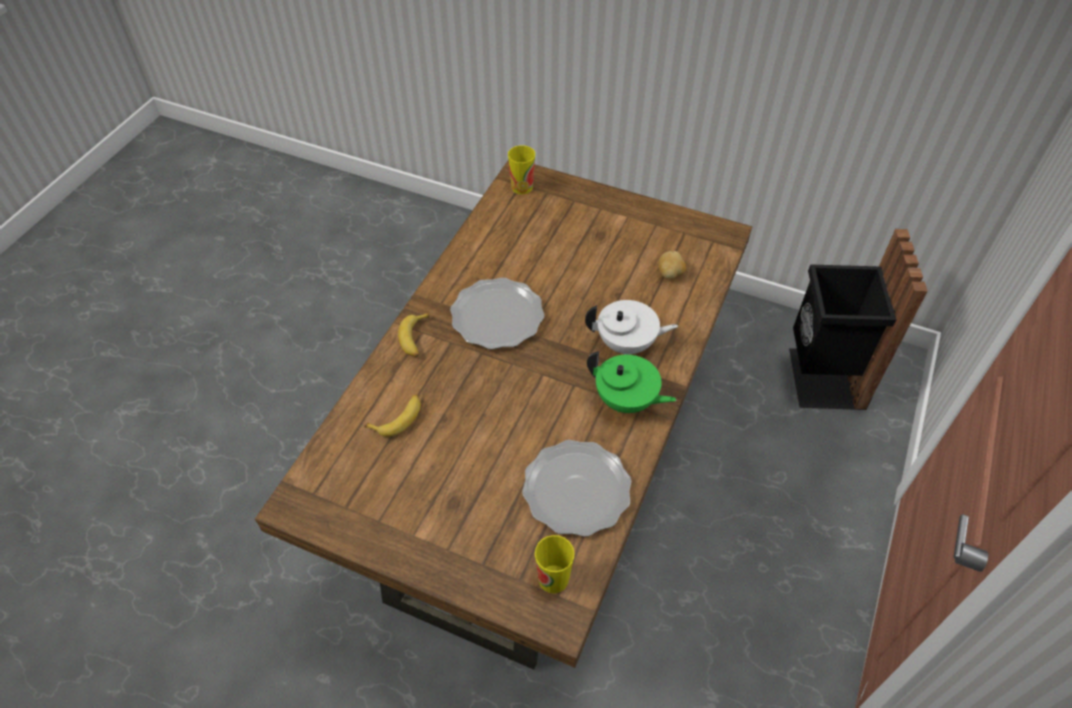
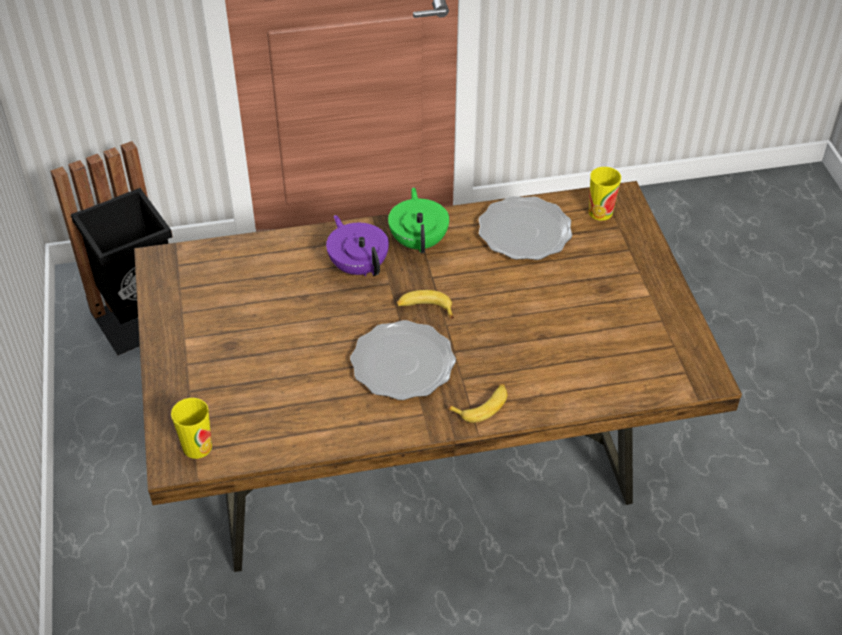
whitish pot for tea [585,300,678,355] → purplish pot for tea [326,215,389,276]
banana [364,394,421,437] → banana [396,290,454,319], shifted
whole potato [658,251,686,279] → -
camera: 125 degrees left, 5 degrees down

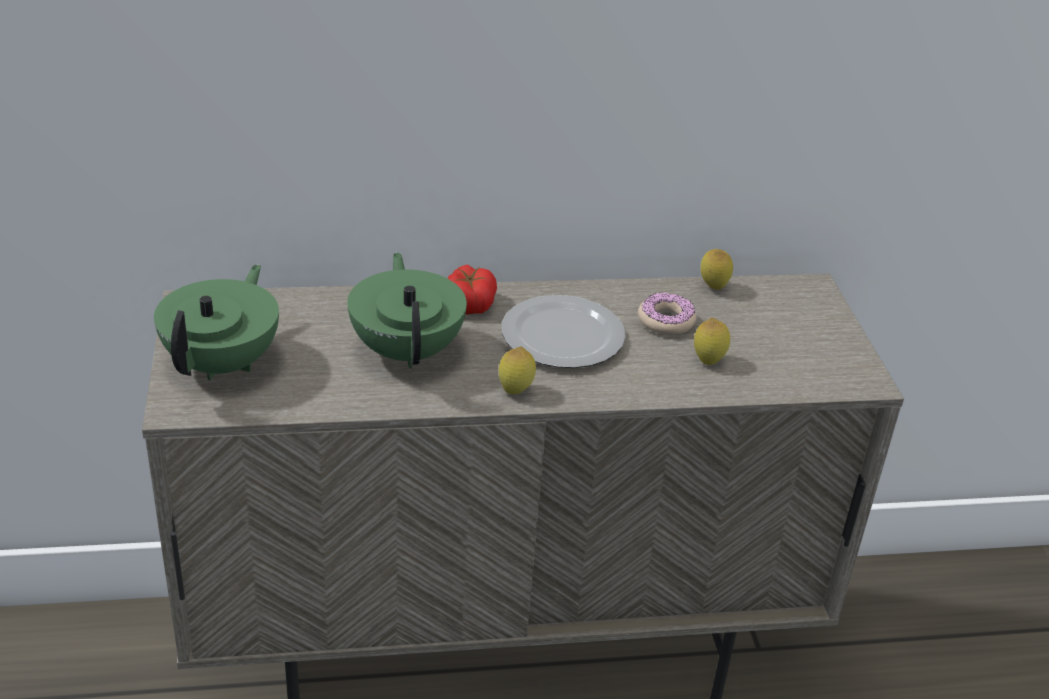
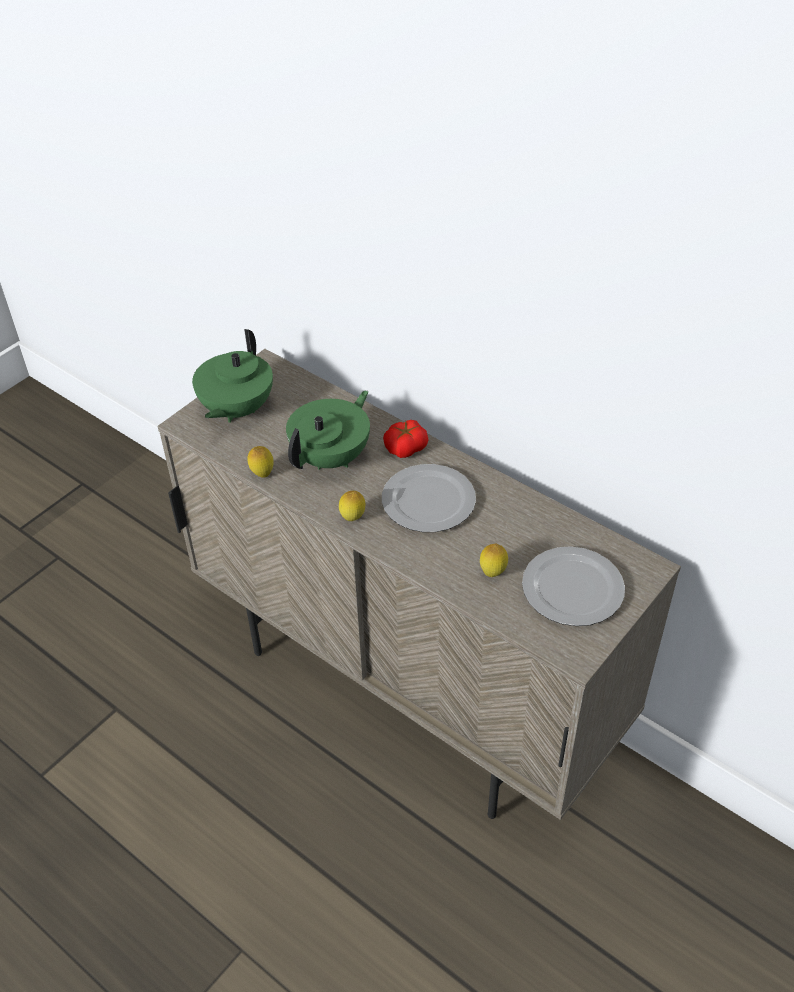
green-coloured pot for tea [154,264,279,380] → green-coloured pot for tea [192,329,273,423], 135 degrees clockwise
citrus fruit [700,249,733,290] → citrus fruit [247,446,274,478], shifted
- → flat dish [522,546,625,626]
donut [638,293,696,335] → -
camera: 50 degrees right, 10 degrees up

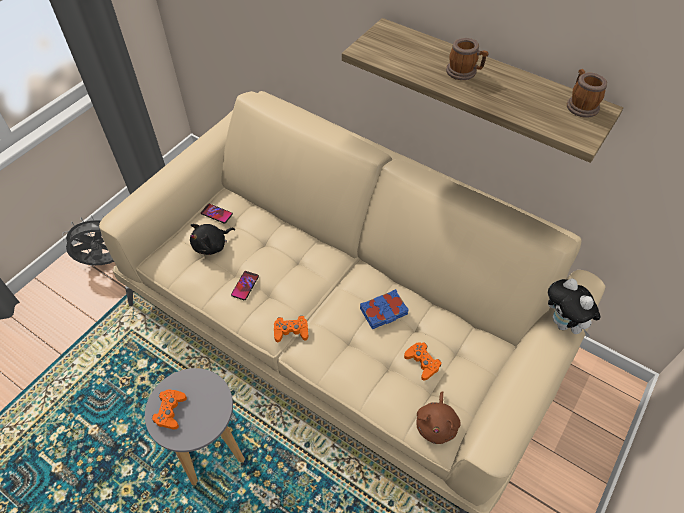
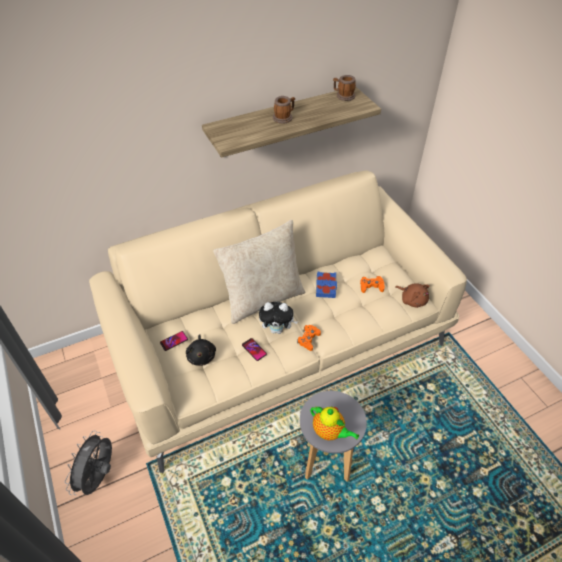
- → beige-coloured pillow [213,220,306,324]
soft toy [548,278,600,337] → soft toy [259,302,298,334], shifted
orange-coloured joypad [152,389,187,430] → pot for tea [310,406,359,440]
camera: 60 degrees left, 5 degrees down

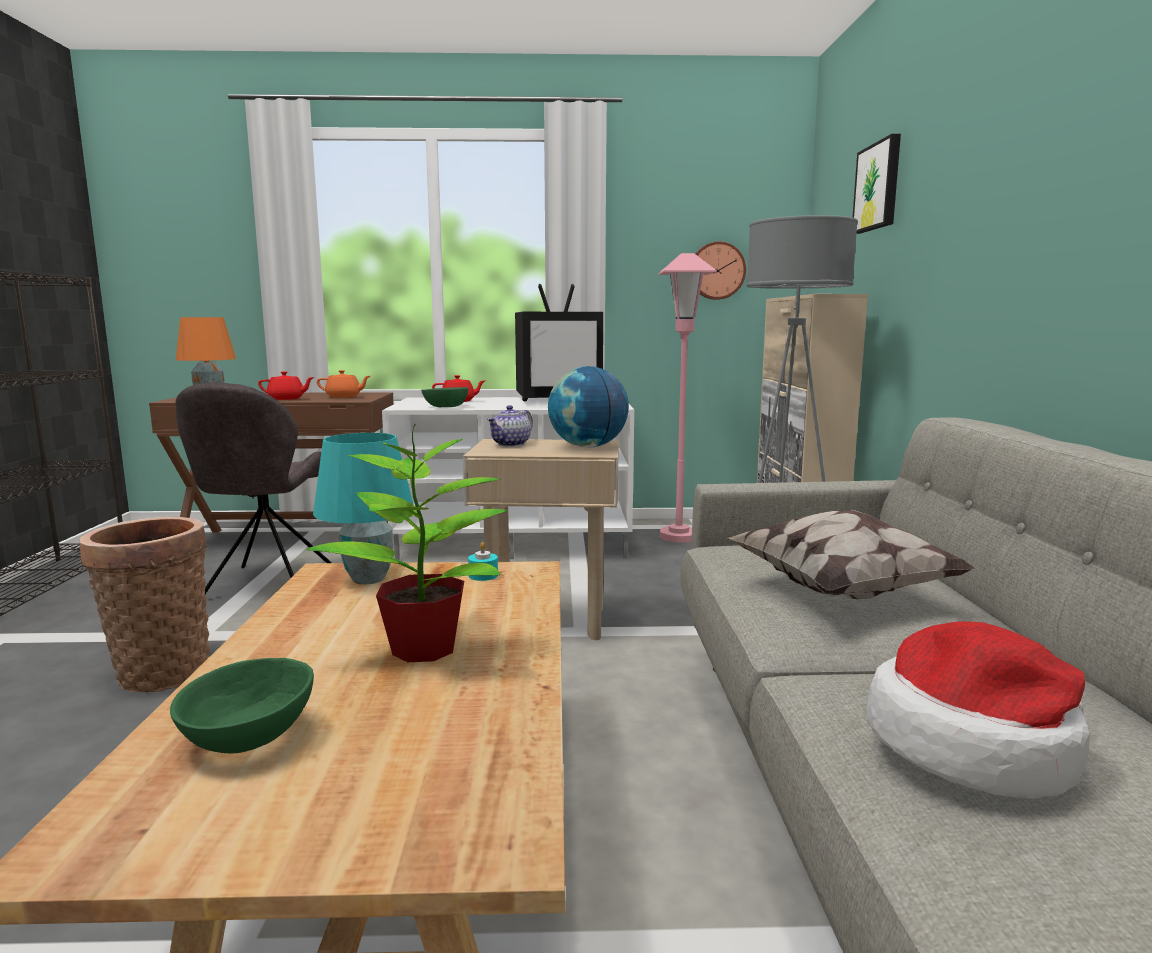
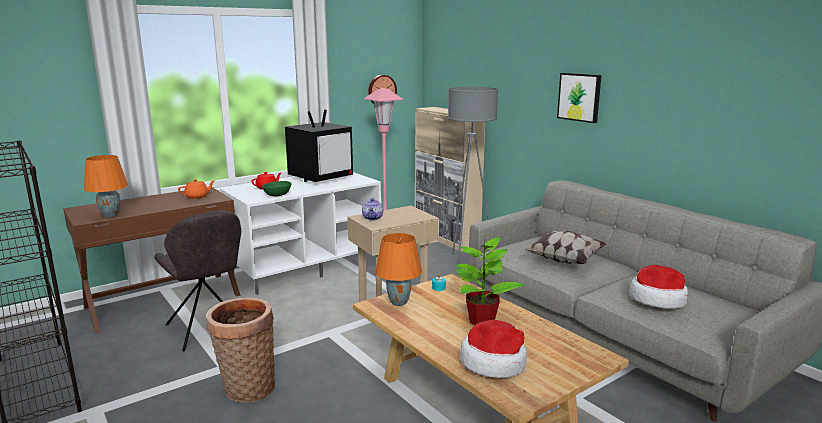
turquoise-coloured tabletop lamp [313,433,414,585] → orange-coloured tabletop lamp [376,233,422,306]
green-coloured serving bowl [170,658,314,753] → wearable hat [460,320,527,378]
wall art [852,134,901,234] → wall art [557,73,601,123], shifted
reddish pot for tea [258,371,315,400] → -
desk globe [548,366,629,448] → -
camera: 35 degrees left, 5 degrees up

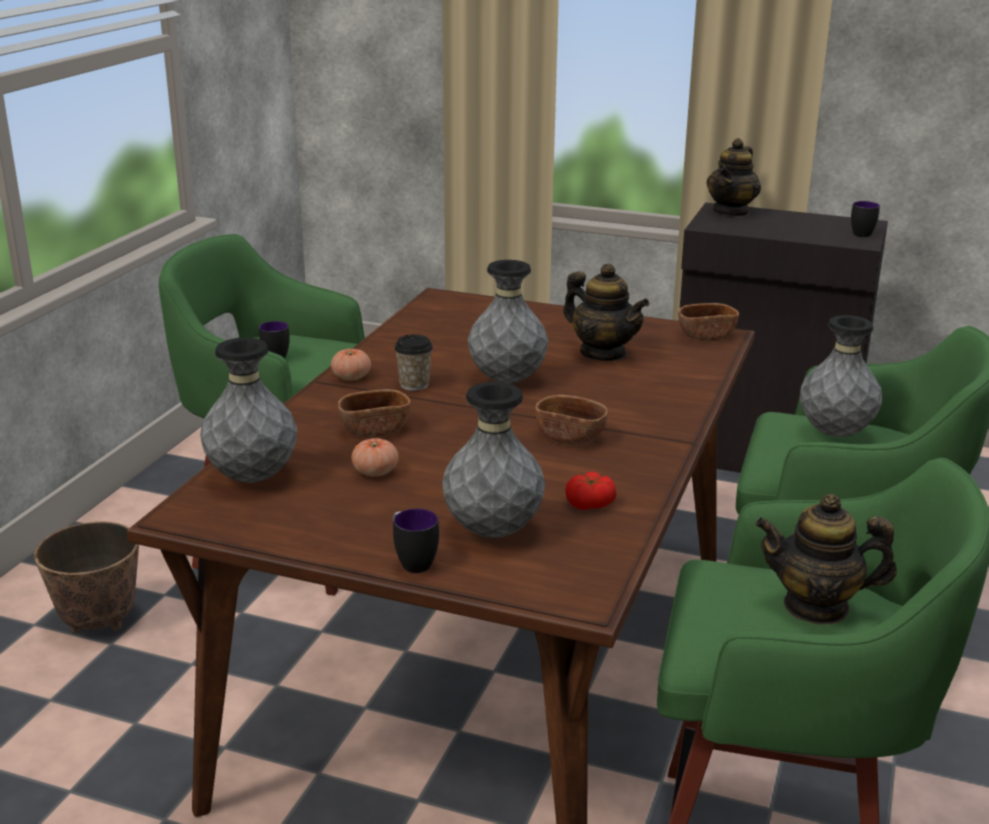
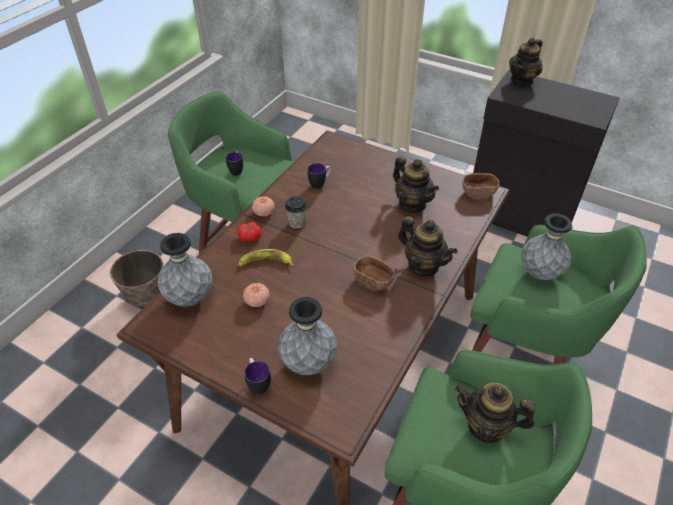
fresh tomato [565,472,616,510] → fresh tomato [237,222,261,242], shifted
brown-coloured serving bowl [338,389,411,437] → banana [238,249,294,267]
mug [851,201,880,237] → mug [308,163,331,189], shifted
- → pot for tea [398,216,457,276]
grey flower vase [468,260,548,383] → -
camera: 10 degrees right, 20 degrees up

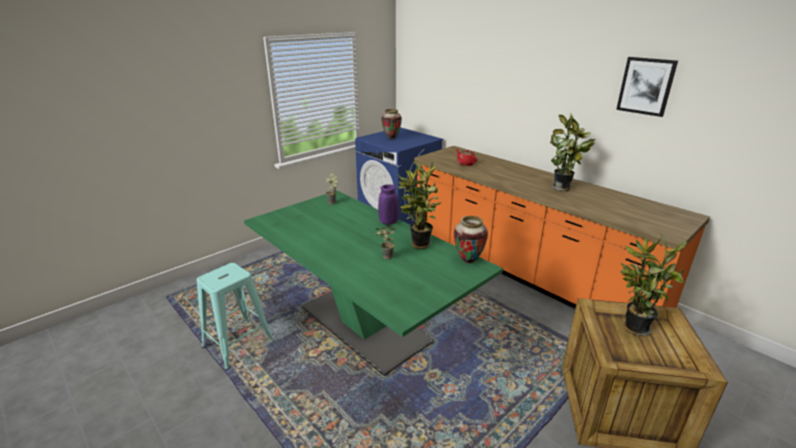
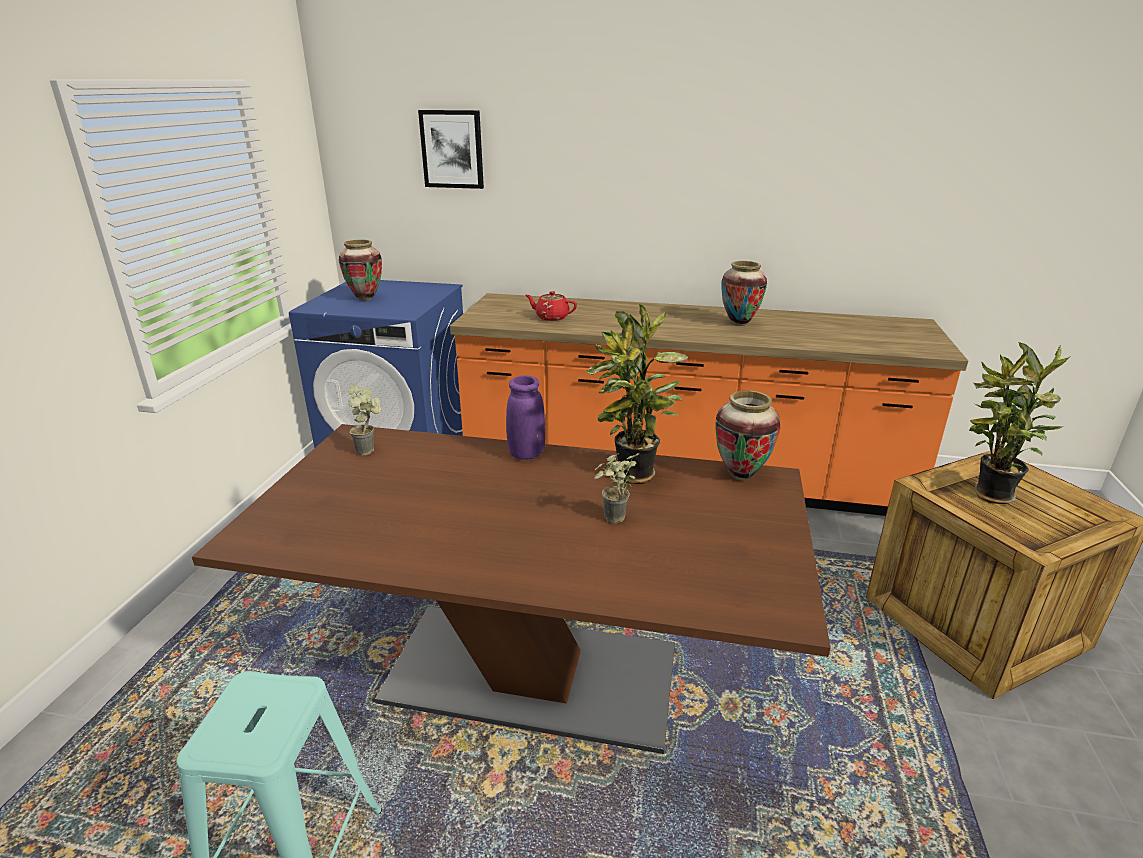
green-coloured dinner table [244,191,503,376] → brown-coloured dinner table [192,424,831,754]
wall art [616,57,678,117] → wall art [418,110,484,189], shifted
potted plant [550,114,595,191] → flower vase [721,261,767,326]
camera: 35 degrees left, 0 degrees up

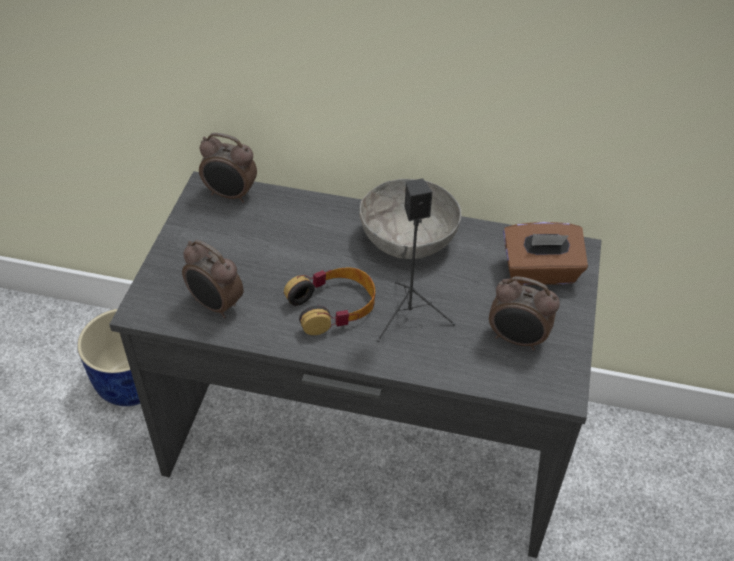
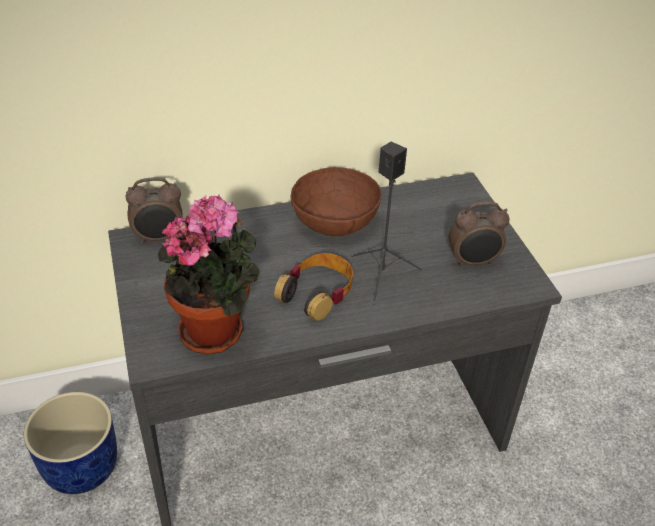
alarm clock [182,240,243,318] → potted plant [158,194,260,354]
grey serving bowl [359,179,461,259] → brown-coloured serving bowl [290,167,381,236]
brown-coloured tissue box [503,222,588,285] → -
camera: 30 degrees left, 5 degrees down

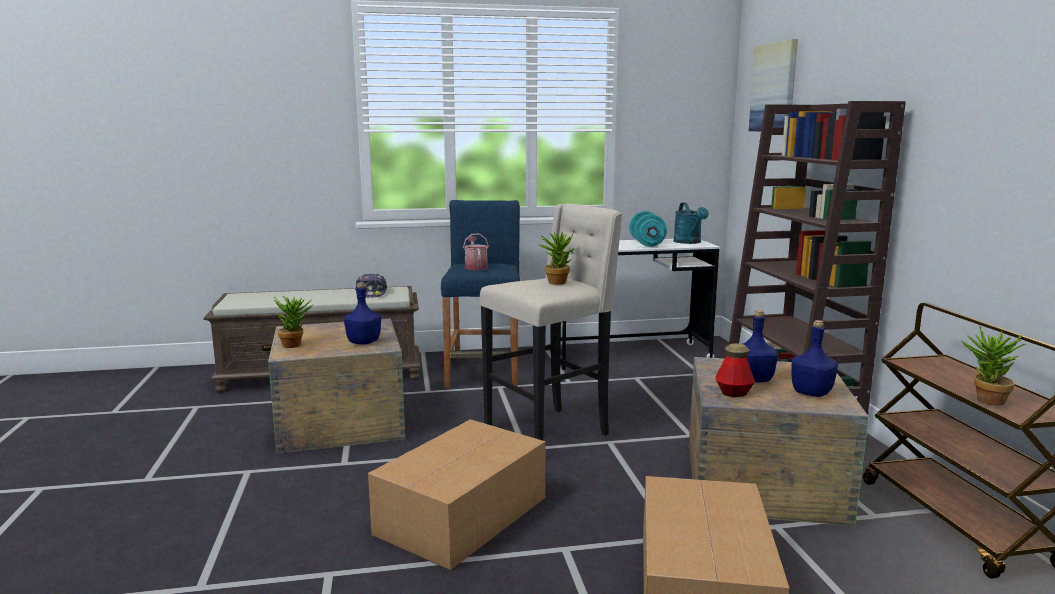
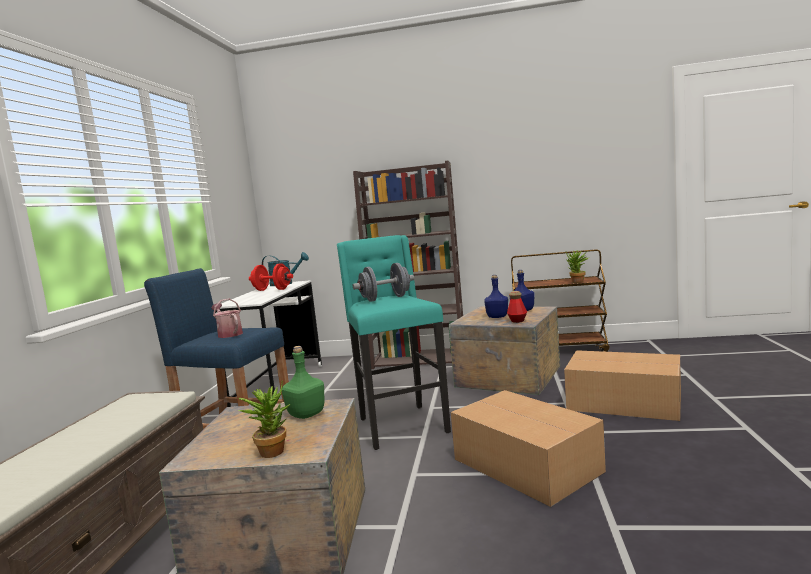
sprinkling can [463,234,489,270] → sprinkling can [211,298,243,338], 45 degrees clockwise
turquoise-coloured free weight [629,211,667,247] → reddish free weight [249,263,293,291]
bluish drink bottle [344,282,381,345] → green-coloured drink bottle [282,346,324,419]
beige-coloured stool [480,203,622,440] → turquoise-coloured stool [337,235,451,450]
potted plant [538,230,575,285] → grey free weight [353,263,414,302]
peaked cap [355,273,387,297] → -
wall art [749,39,798,132] → -
camera: 70 degrees left, 5 degrees down

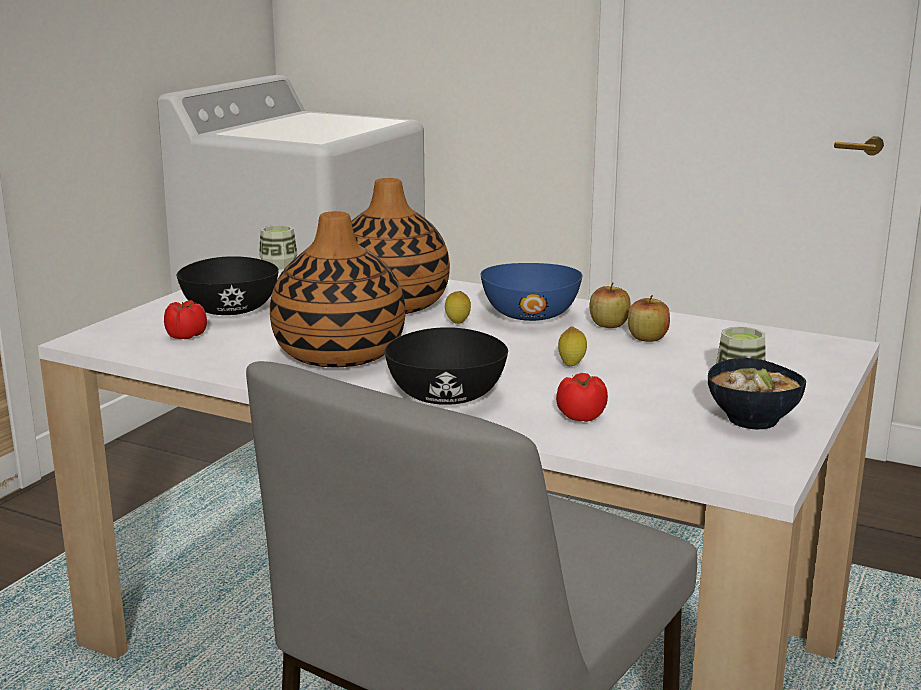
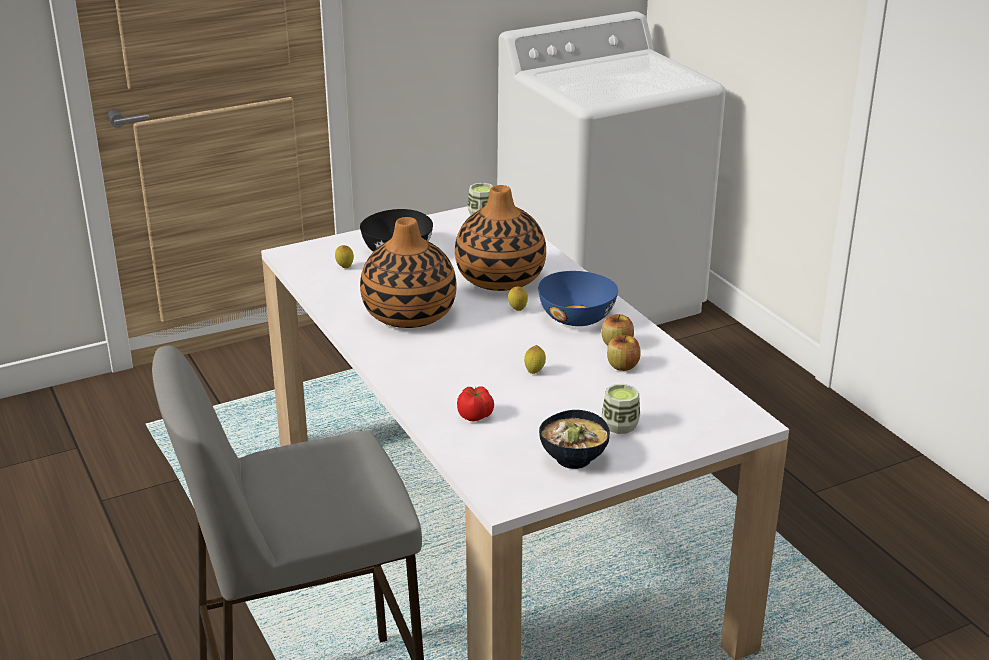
fresh tomato [164,300,207,339] → citrus fruit [335,245,354,268]
black serving bowl [384,327,508,405] → -
camera: 35 degrees right, 10 degrees up

